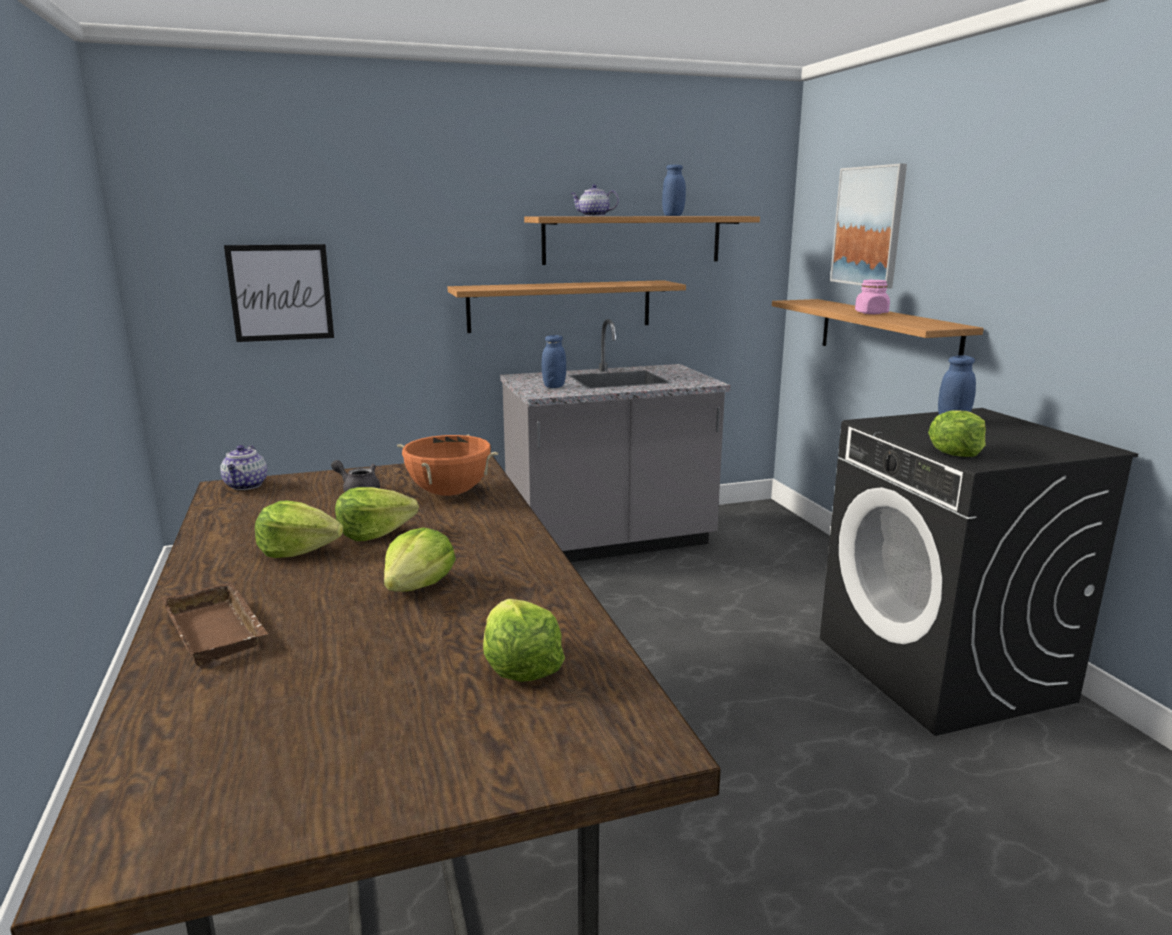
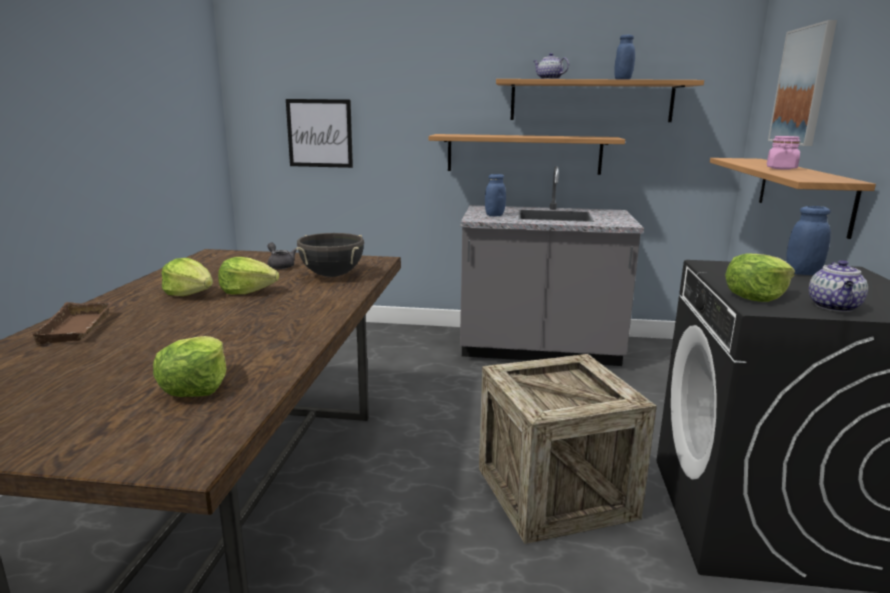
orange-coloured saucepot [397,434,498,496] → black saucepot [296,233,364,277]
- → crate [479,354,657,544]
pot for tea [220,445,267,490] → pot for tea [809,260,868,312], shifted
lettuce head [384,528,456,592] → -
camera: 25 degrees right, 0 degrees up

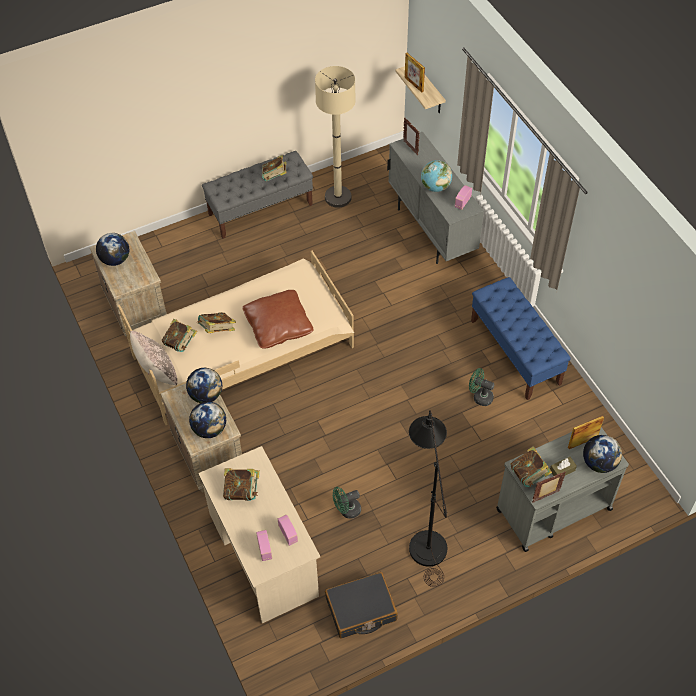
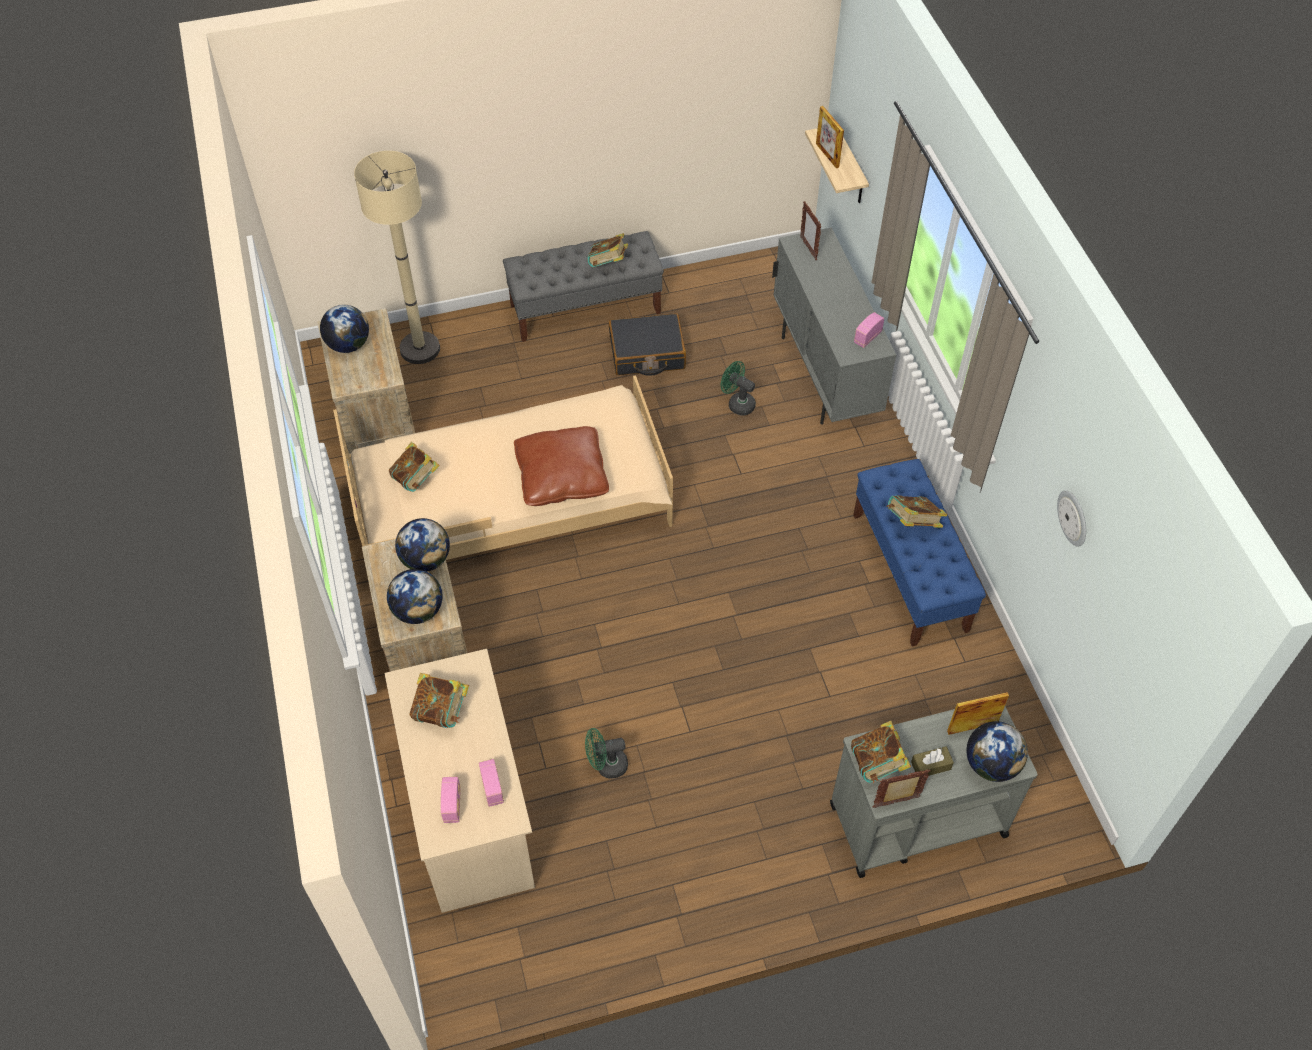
beige-coloured floor lamp [315,66,356,208] → beige-coloured floor lamp [354,151,440,364], shifted
black travel case [325,572,398,638] → black travel case [609,313,686,376], shifted
green-coloured cooling fan [469,368,494,406] → green-coloured cooling fan [721,361,756,416], shifted
book [196,312,236,333] → book [886,495,947,528], shifted
- → clock on the wall [1057,490,1086,547]
beige-coloured pillow [130,331,177,386] → -
black floor lamp [409,410,447,587] → -
desk globe [421,160,452,192] → -
camera: 10 degrees right, 0 degrees up

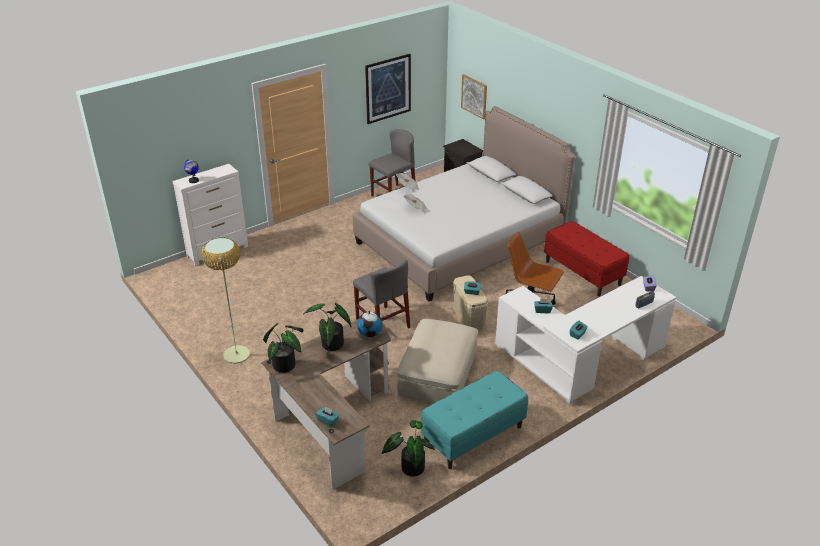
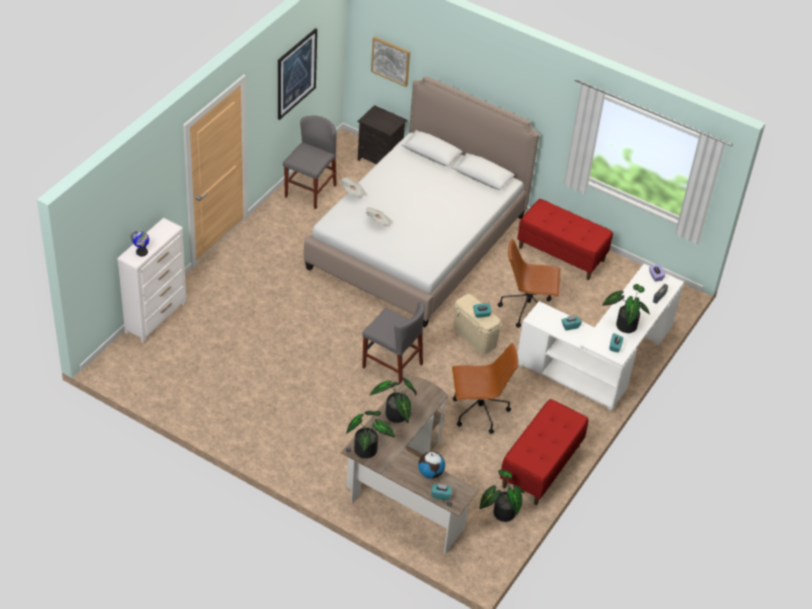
desk globe [357,311,383,337] → desk globe [418,451,445,479], shifted
beige-coloured footrest [397,319,478,403] → brown-coloured computer chair [452,343,518,434]
turquoise-coloured long seat [421,370,528,469] → reddish long seat [500,399,589,505]
- → potted plant [602,284,650,333]
floor lamp [201,237,250,364] → -
camera: 25 degrees left, 10 degrees up

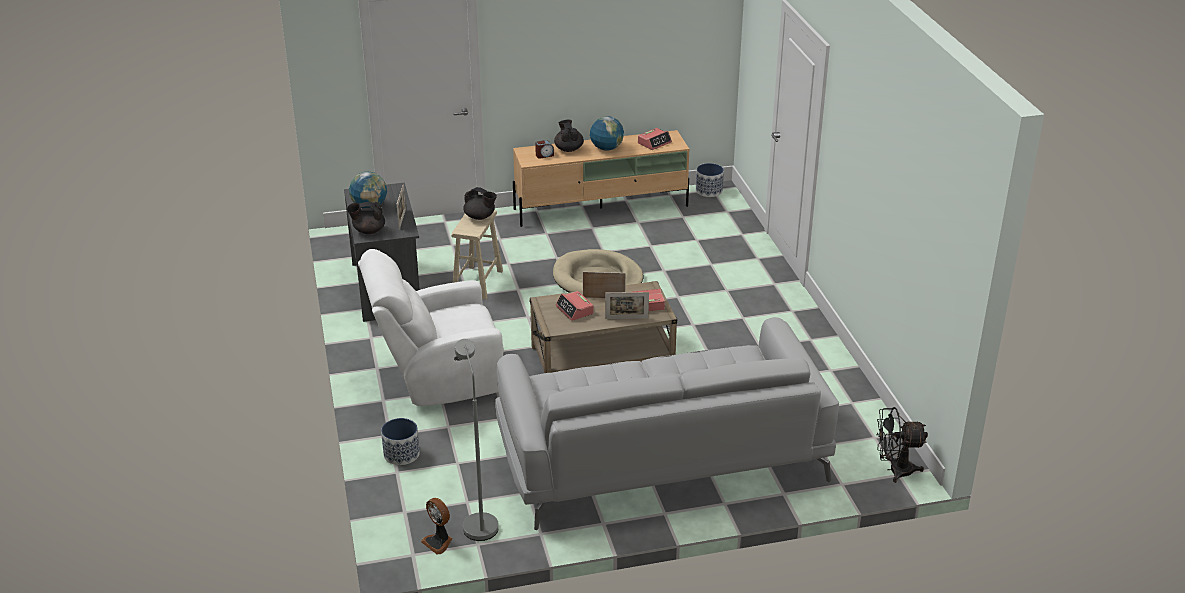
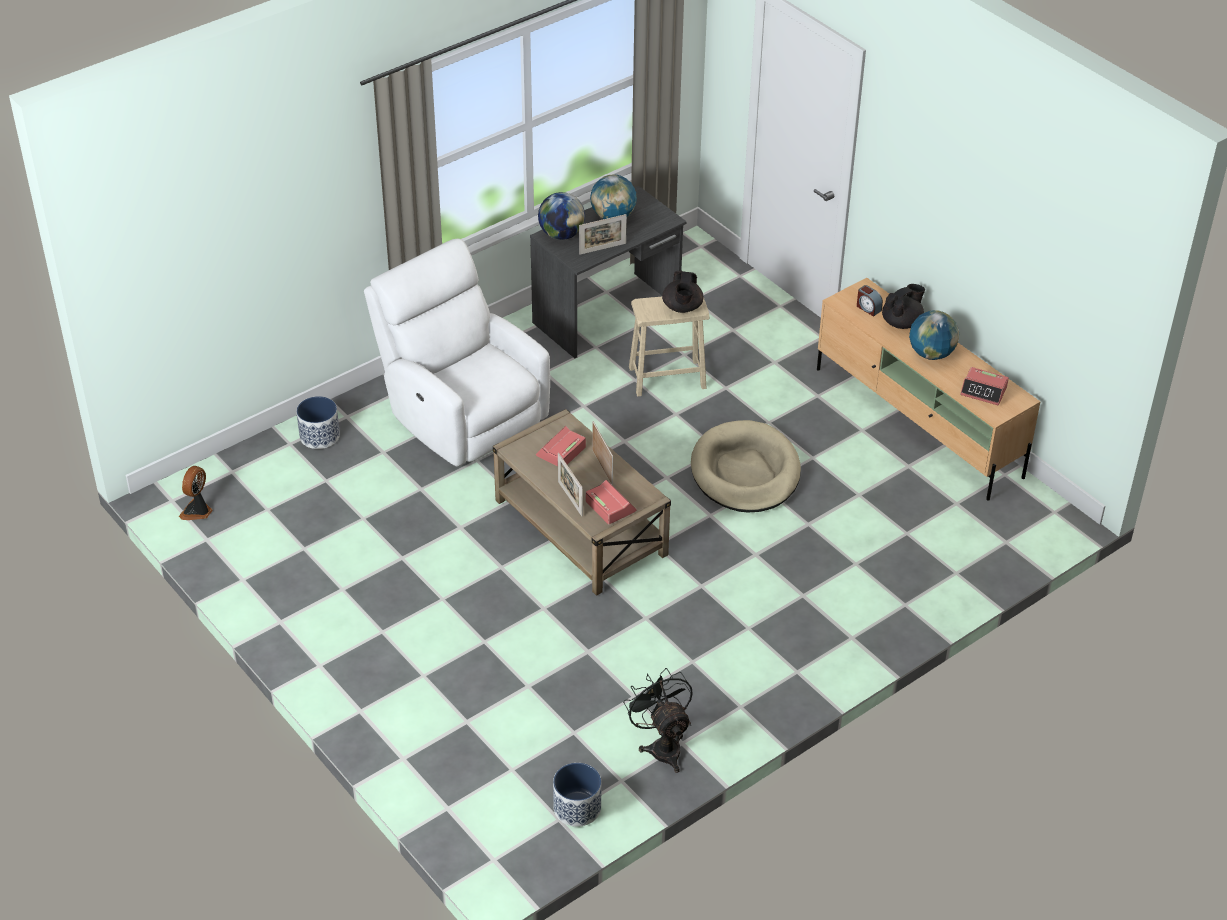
black pot for tea [347,202,385,234] → desk globe [538,192,585,240]
flower pot [696,163,724,197] → flower pot [553,763,601,827], shifted
black cooling fan [877,407,928,483] → black cooling fan [623,668,693,773], shifted
grey floor lamp [455,339,499,541] → -
grey settee [495,317,839,530] → -
camera: 65 degrees right, 10 degrees up

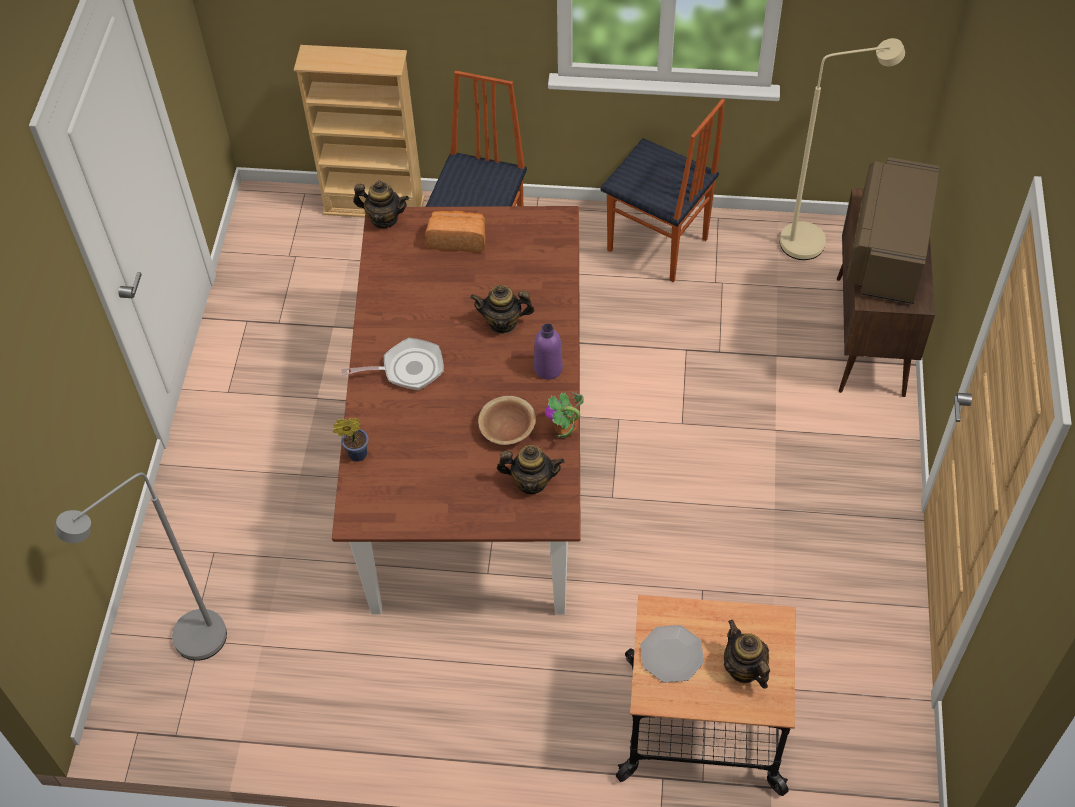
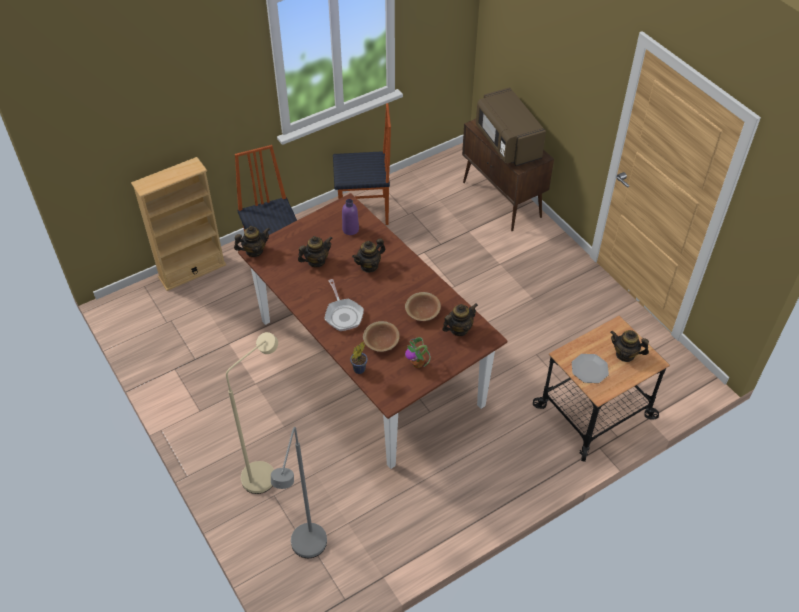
beige-coloured floor lamp [780,38,905,260] → beige-coloured floor lamp [226,332,278,494], shifted
- → pot for tea [298,236,333,267]
pan [341,338,444,390] → pan [325,279,364,331], 120 degrees clockwise
purplish drink bottle [534,323,563,380] → purplish drink bottle [342,199,359,235], shifted
- → brown-coloured serving bowl [363,321,400,352]
potted plant [545,392,584,438] → potted plant [405,337,431,368], shifted
bakery bread [425,211,486,252] → -
camera: 40 degrees left, 5 degrees down

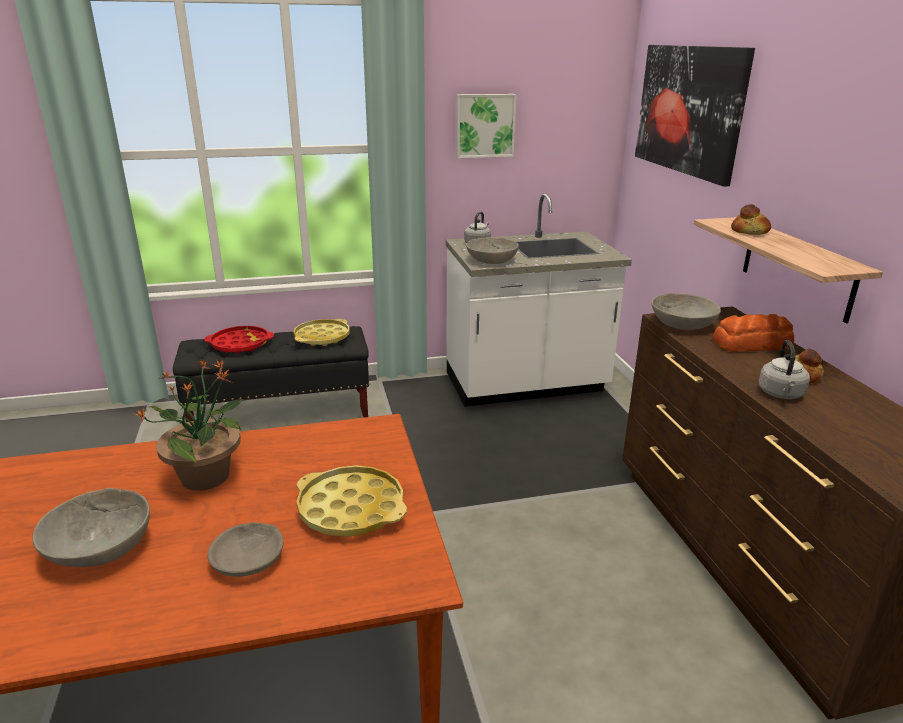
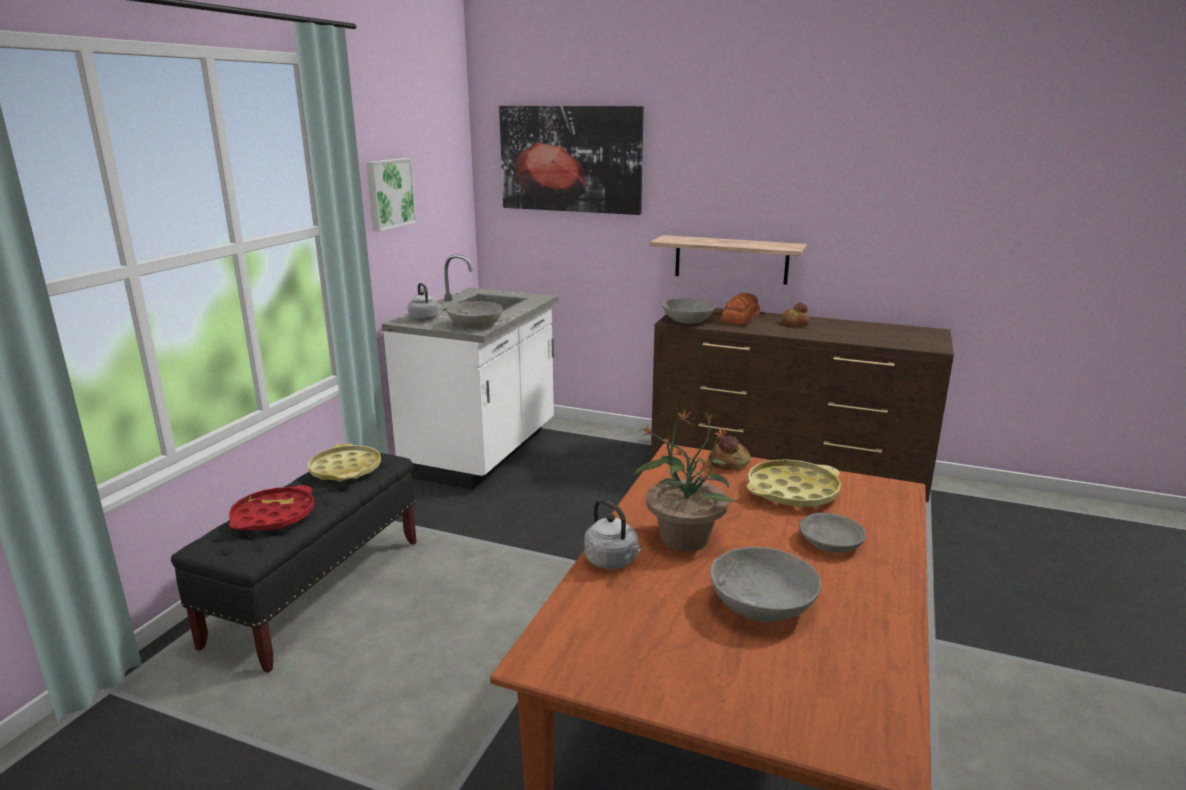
grey water kettle [759,340,810,399] → grey water kettle [584,499,641,569], shifted
bakery bread [731,204,771,235] → bakery bread [708,435,751,470], shifted
camera: 55 degrees left, 5 degrees down

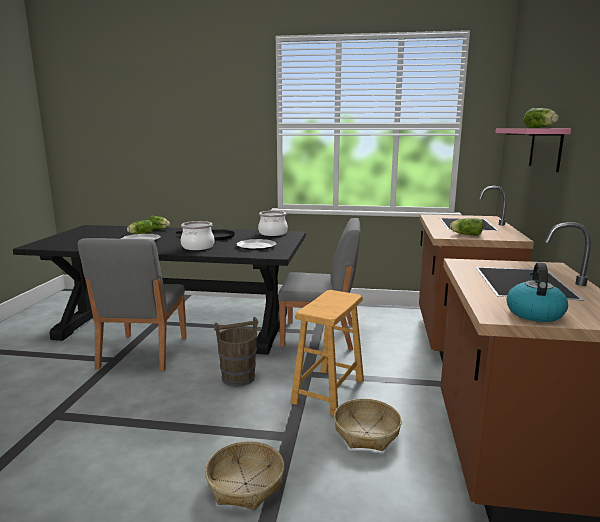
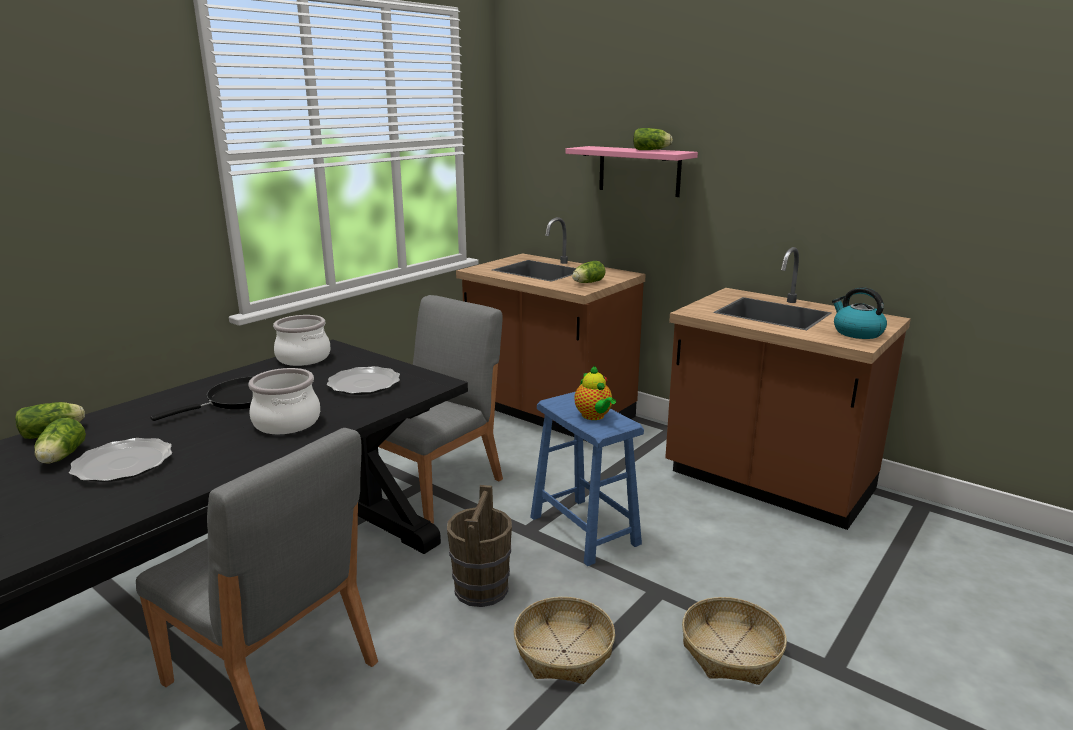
storage basket [334,399,402,451] → storage basket [514,597,615,684], shifted
brown-coloured stool [290,290,364,416] → bluish stool [530,392,644,566]
- → pot for tea [574,366,616,420]
camera: 60 degrees left, 5 degrees up

